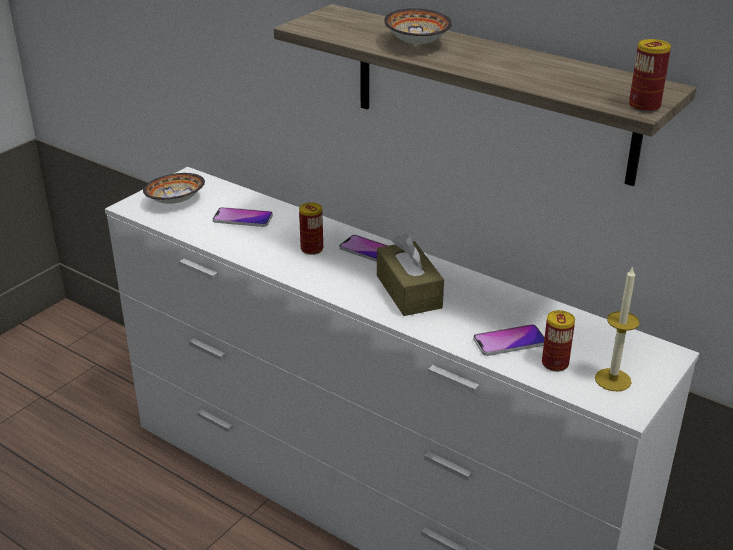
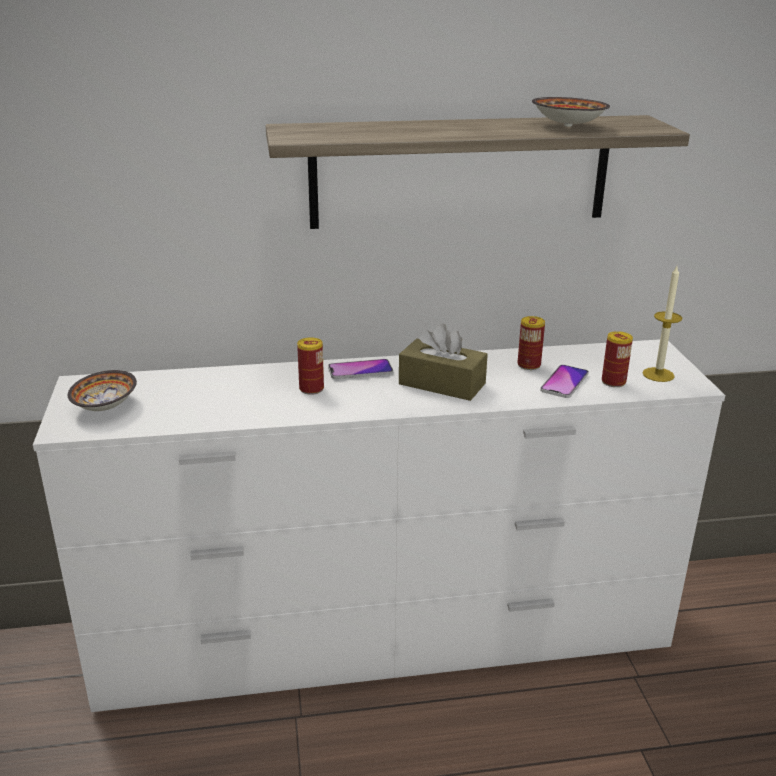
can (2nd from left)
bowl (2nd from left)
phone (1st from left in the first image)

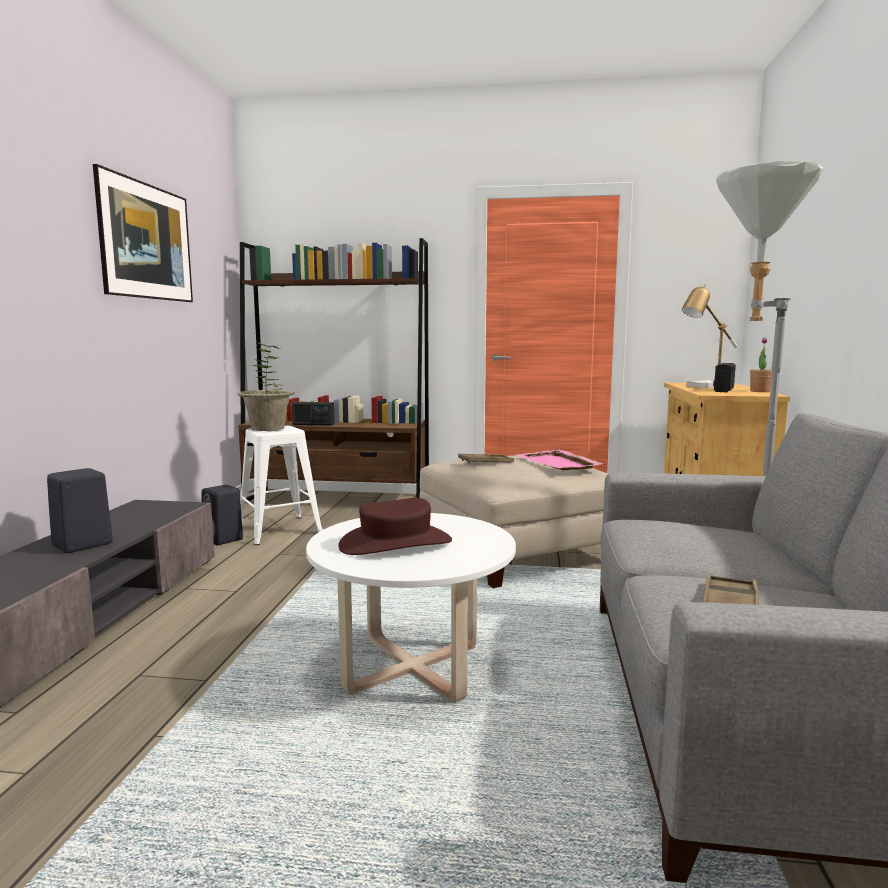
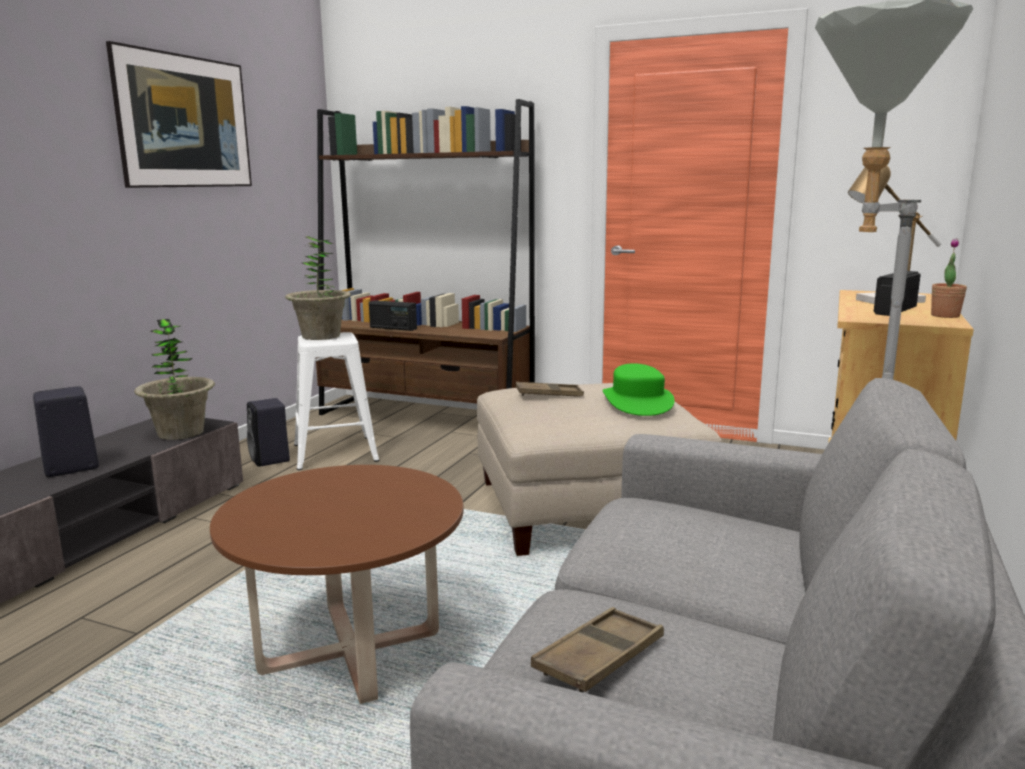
potted plant (1st from left)
brown coffee table
green hat
brown hat

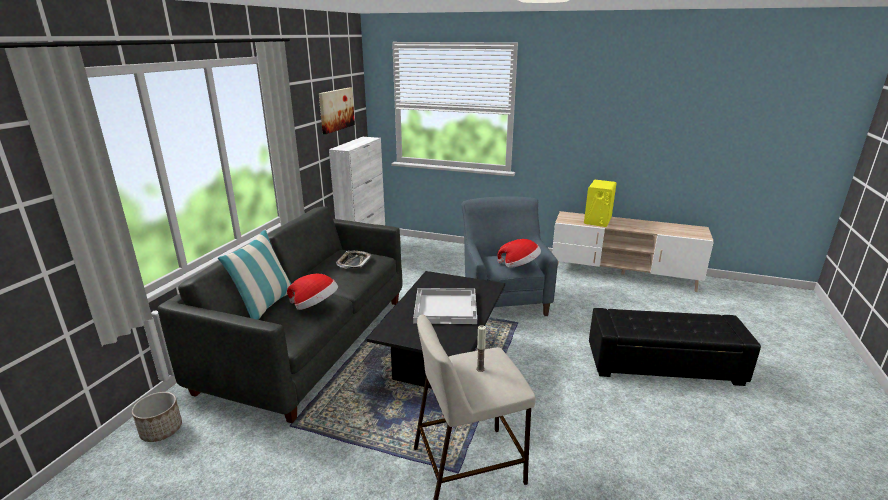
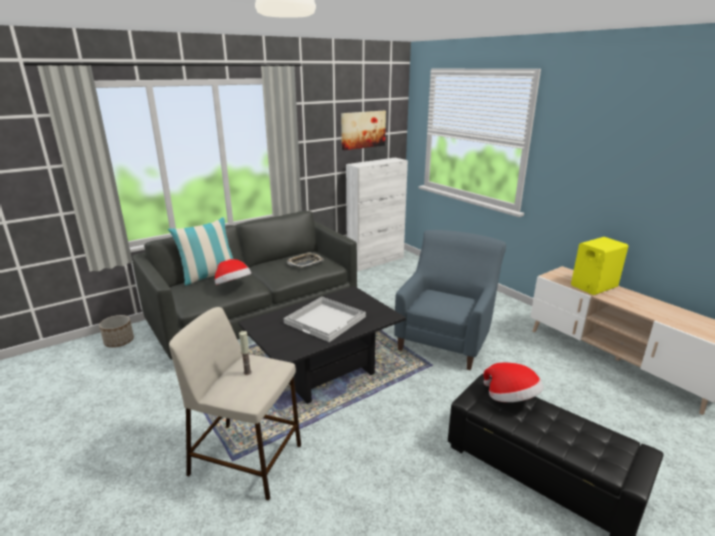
hat (2nd from left)

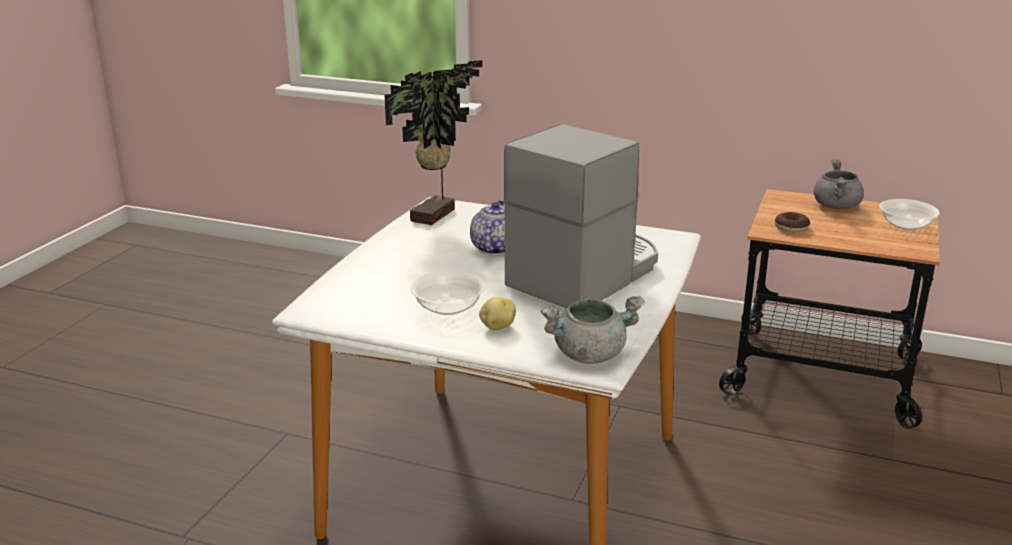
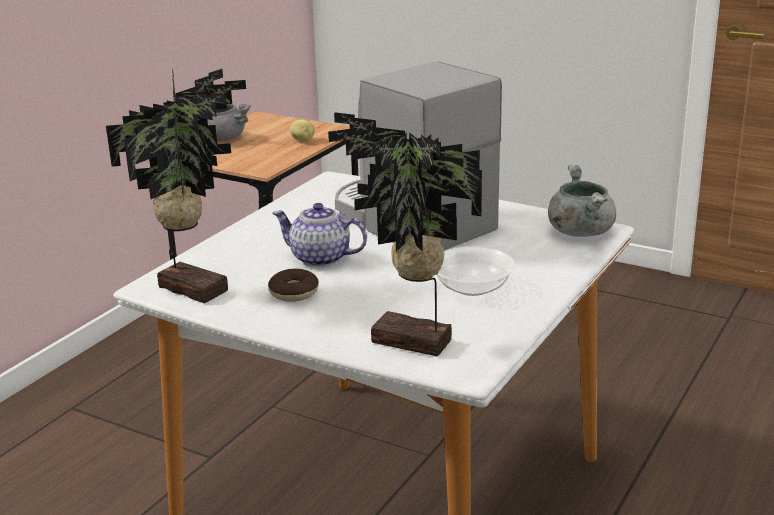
donut
potato
potted plant (2nd from left)
bowl (2nd from left in the first image)

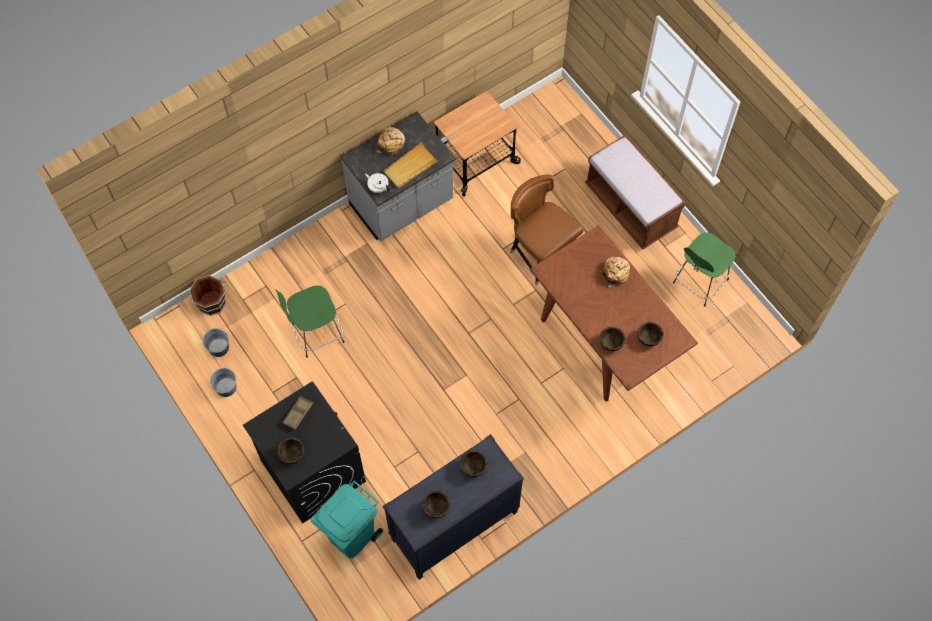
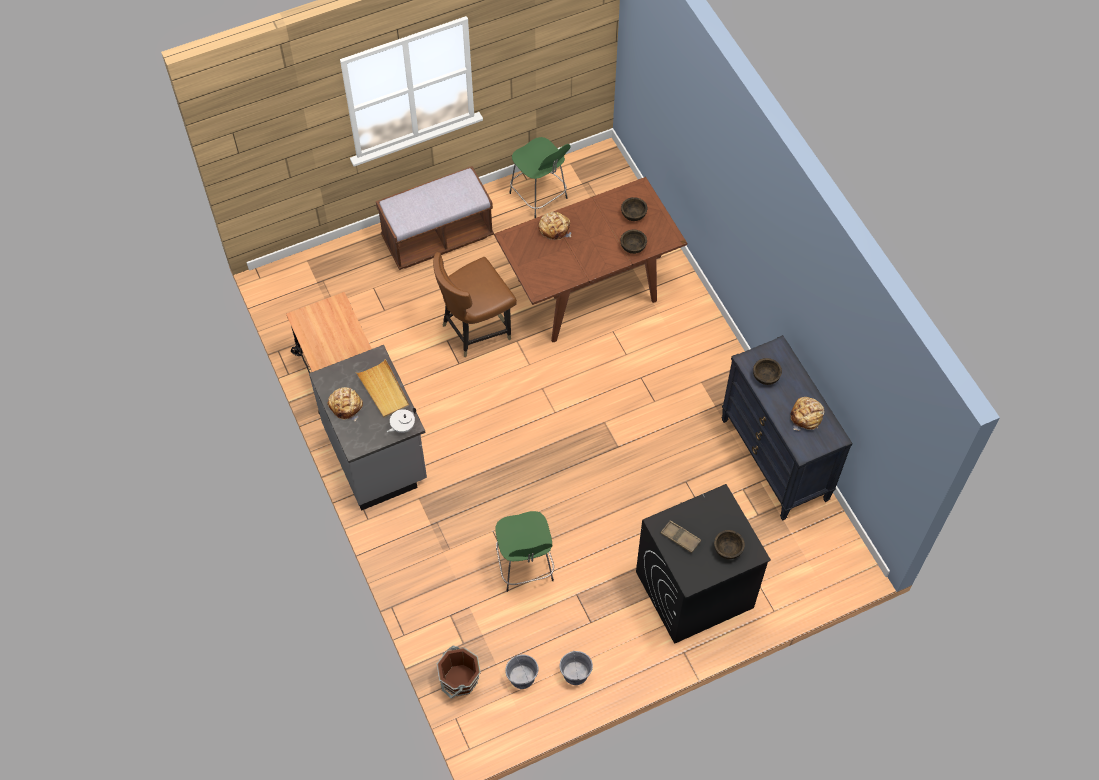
bread (3rd from left)
turquoise trash can

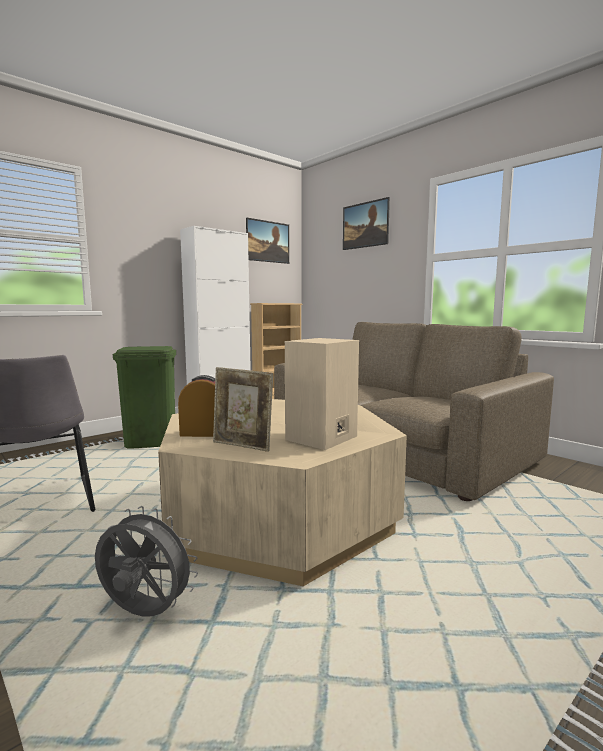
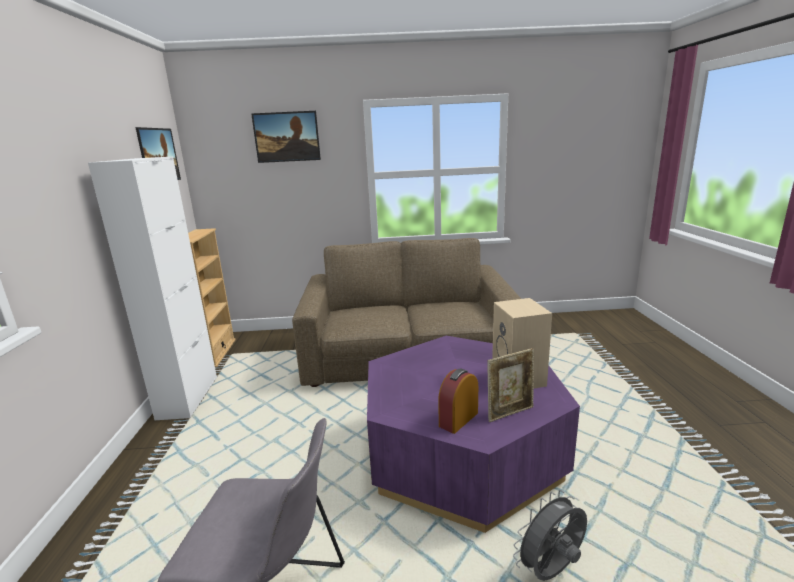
purple coffee table
green trash can

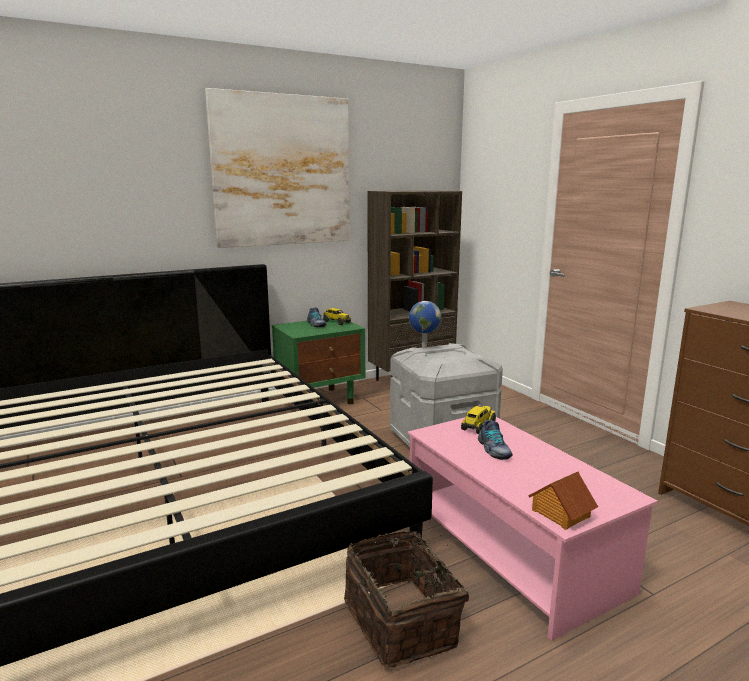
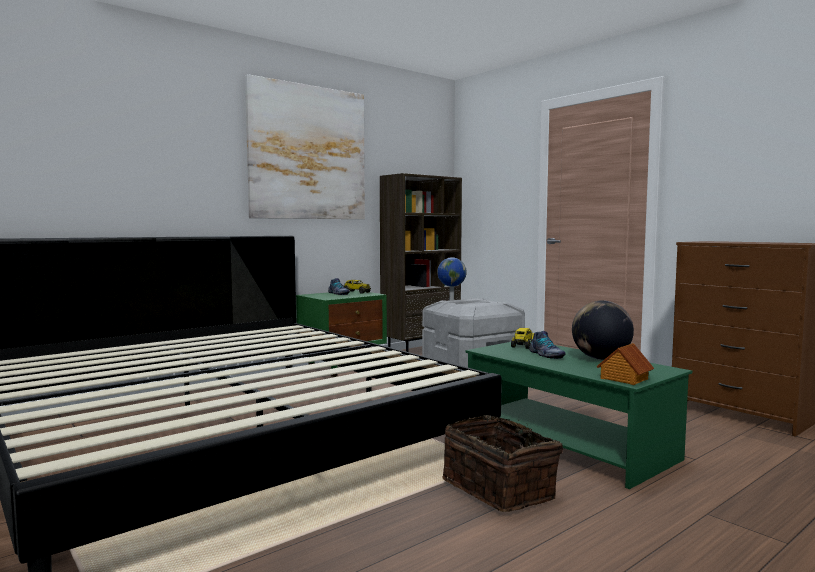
green coffee table
globe (2nd from left)

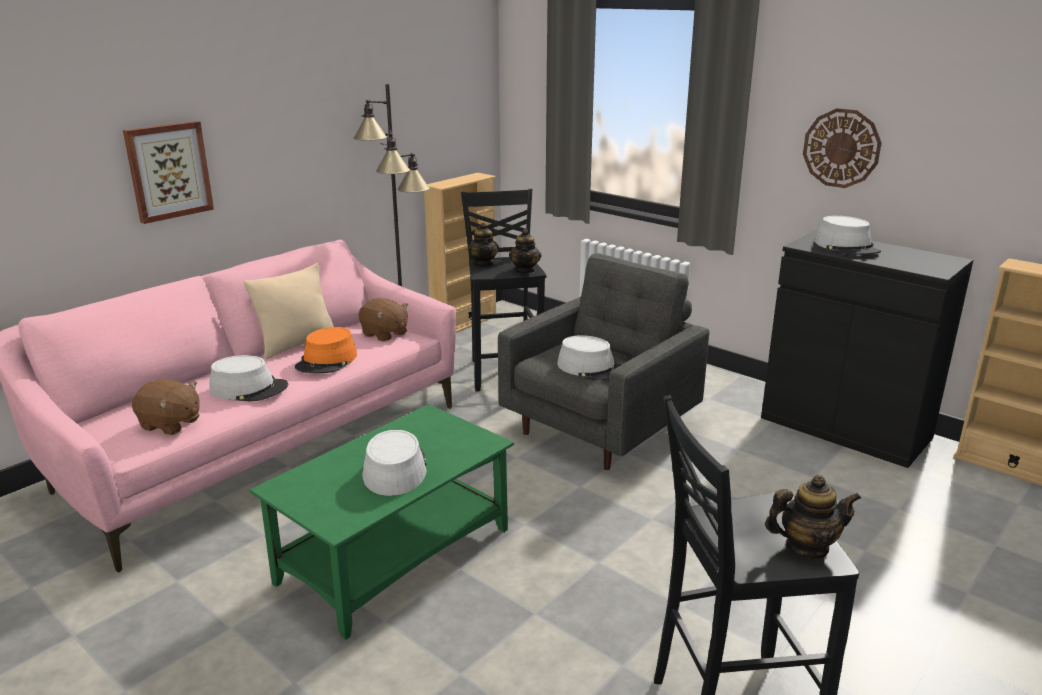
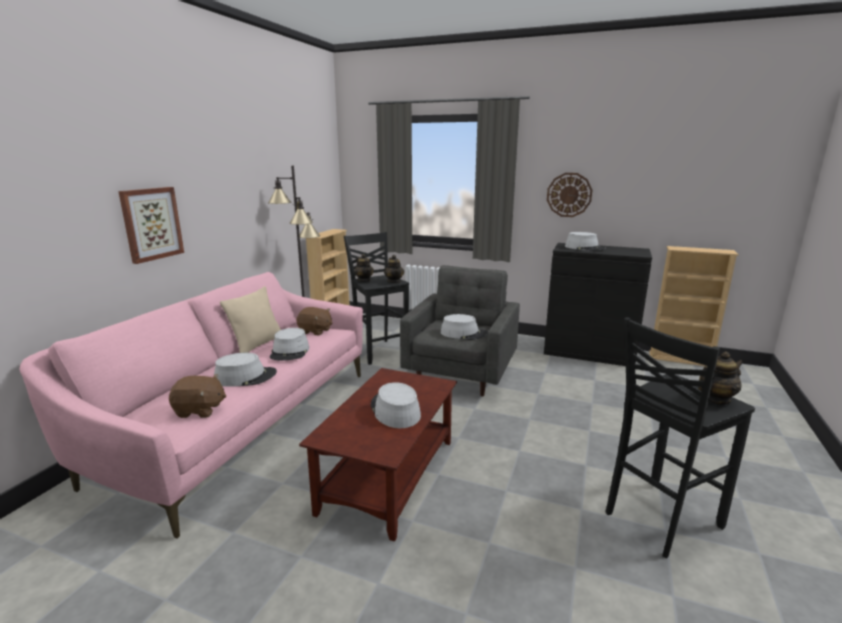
grey hat (2nd from left)
brown coffee table

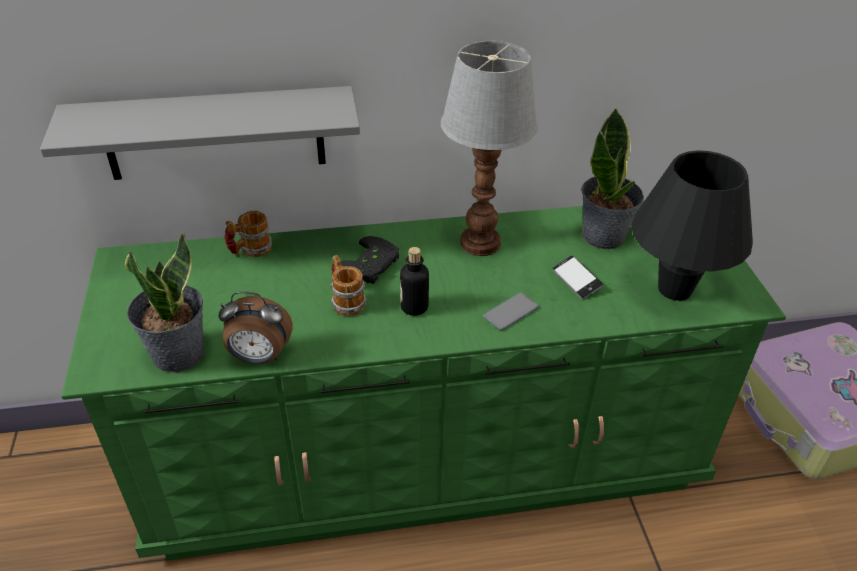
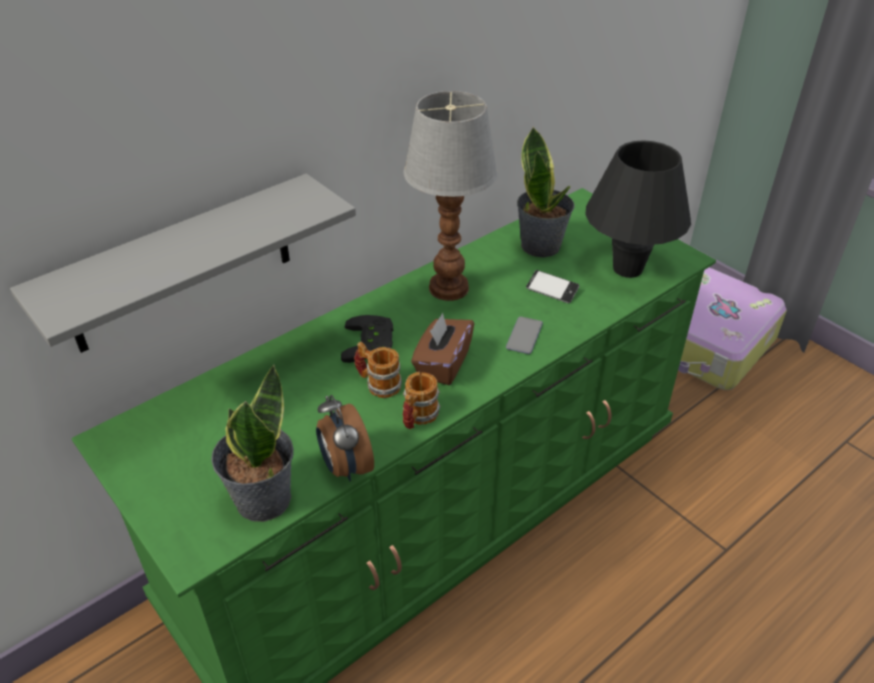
alarm clock
mug (2nd from left)
brown tissue box

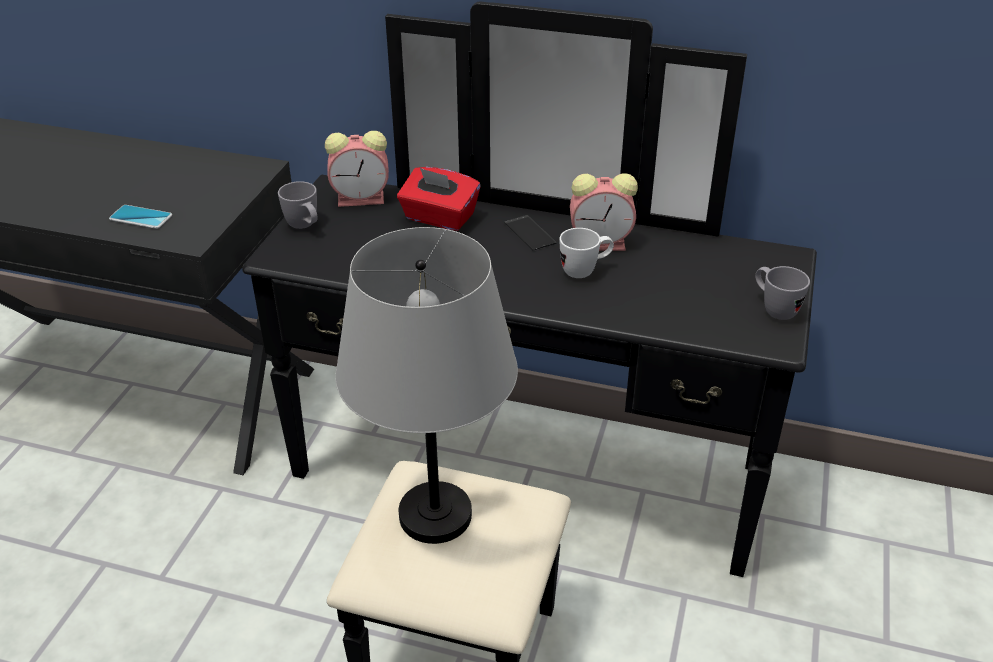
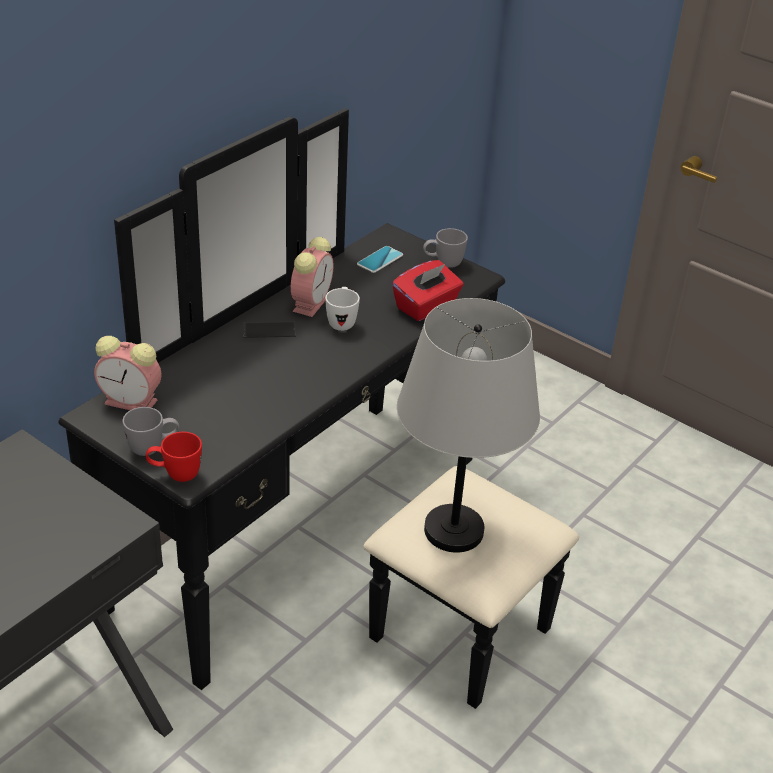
alarm clock (1st from left)
red mug
phone (2nd from left)
red tissue box

